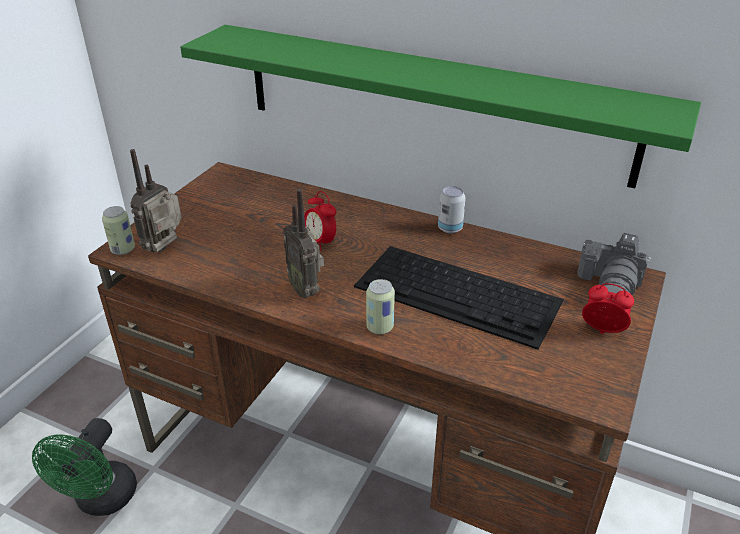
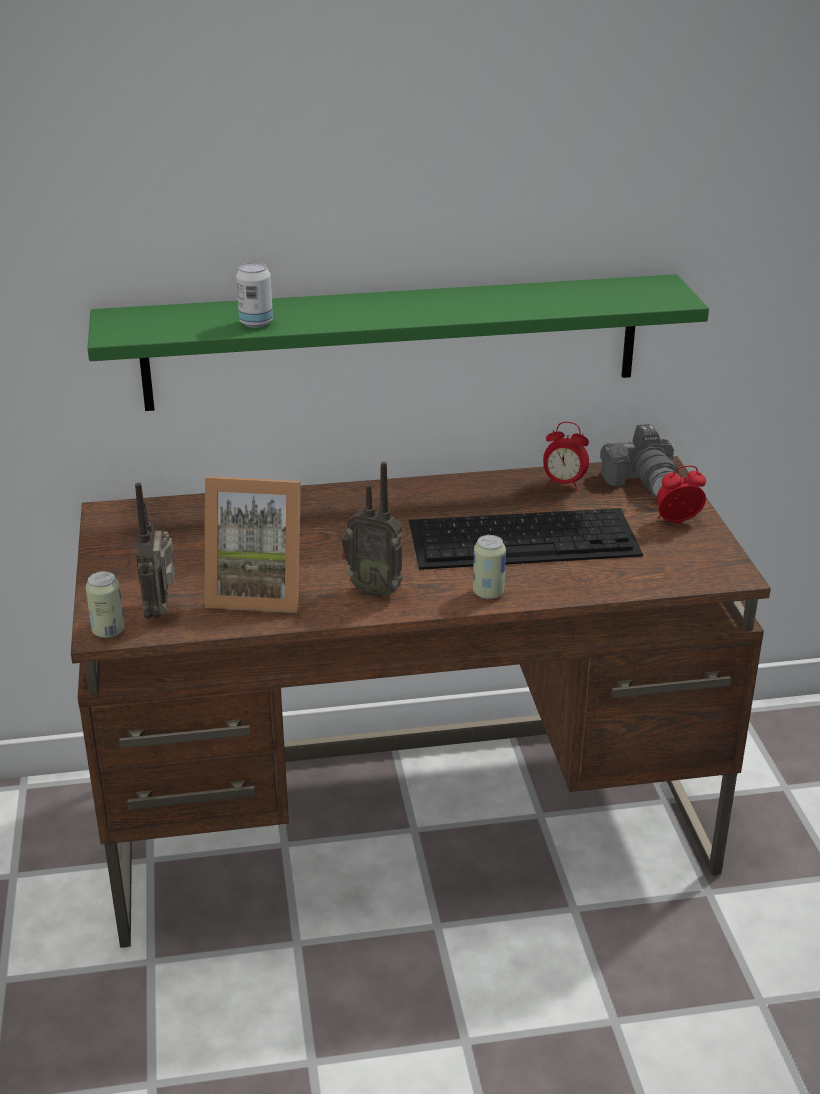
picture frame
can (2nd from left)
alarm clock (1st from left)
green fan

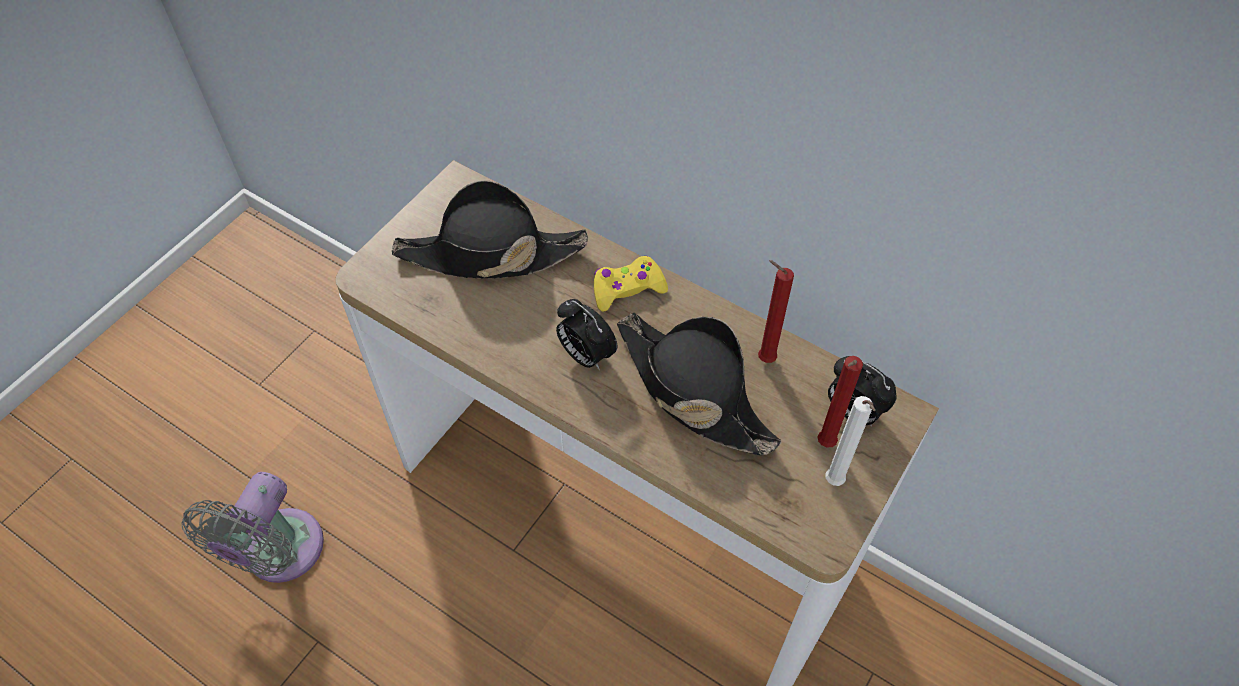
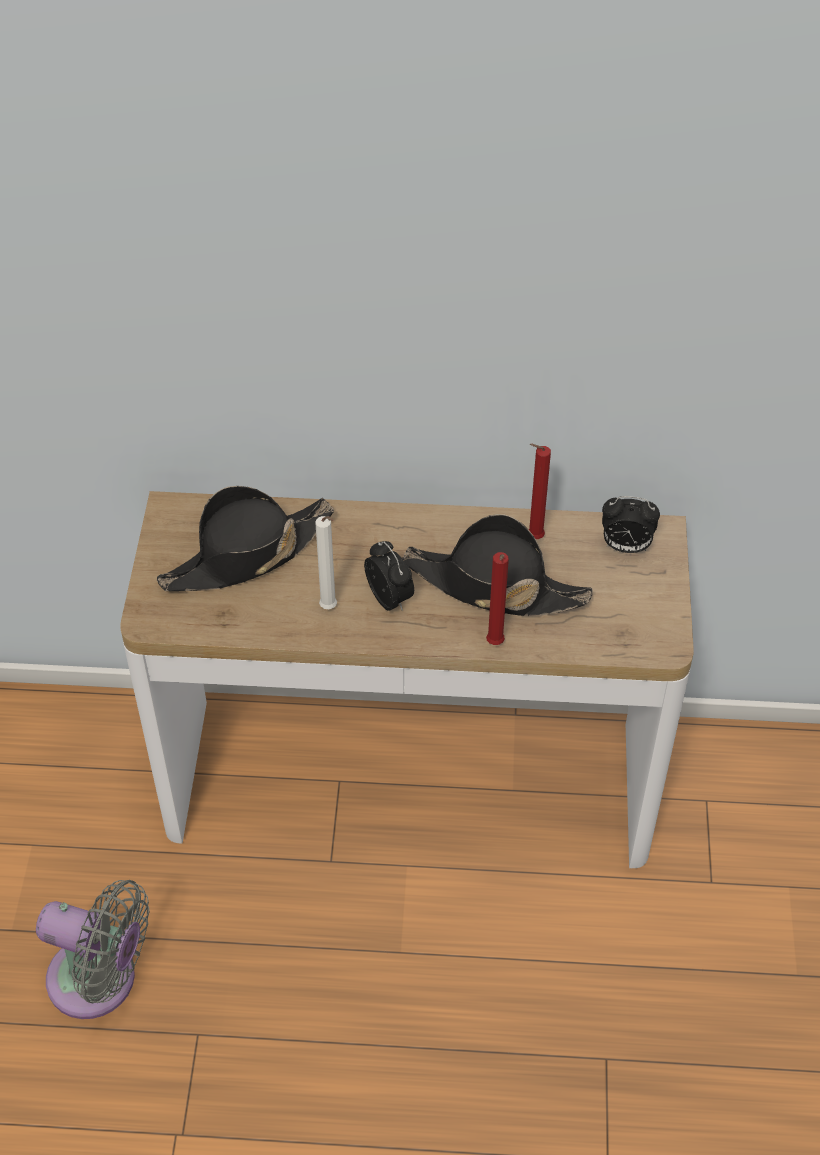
grey fan
white candle
alarm clock (1st from left)
red candle (1st from left)
yellow game controller

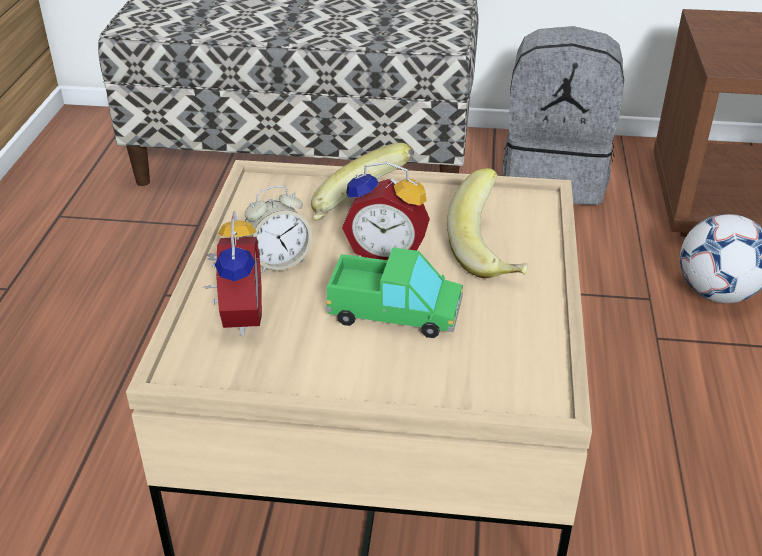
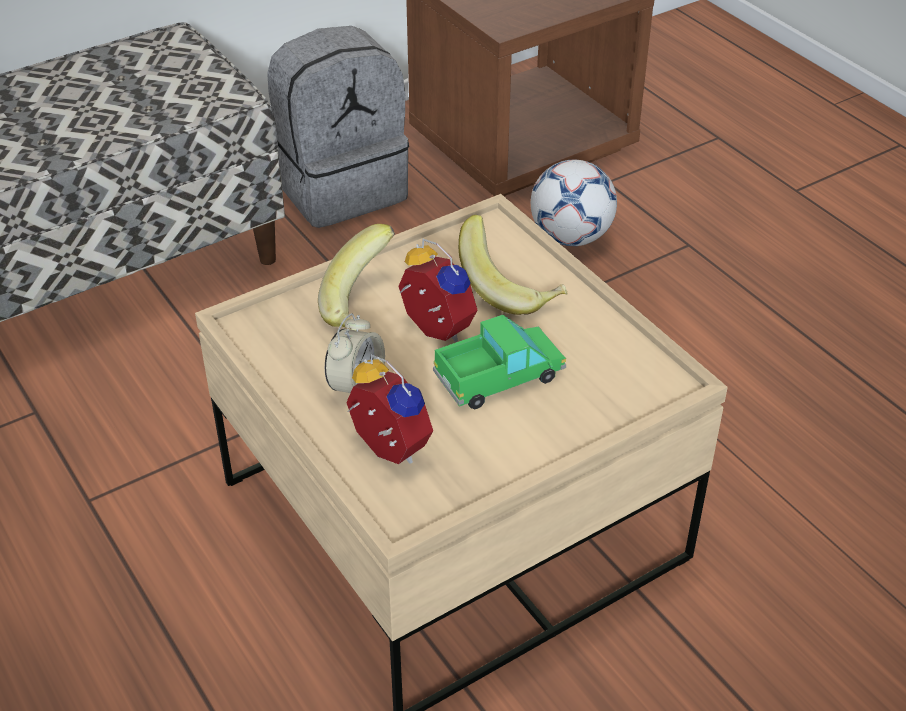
alarm clock (3rd from left)

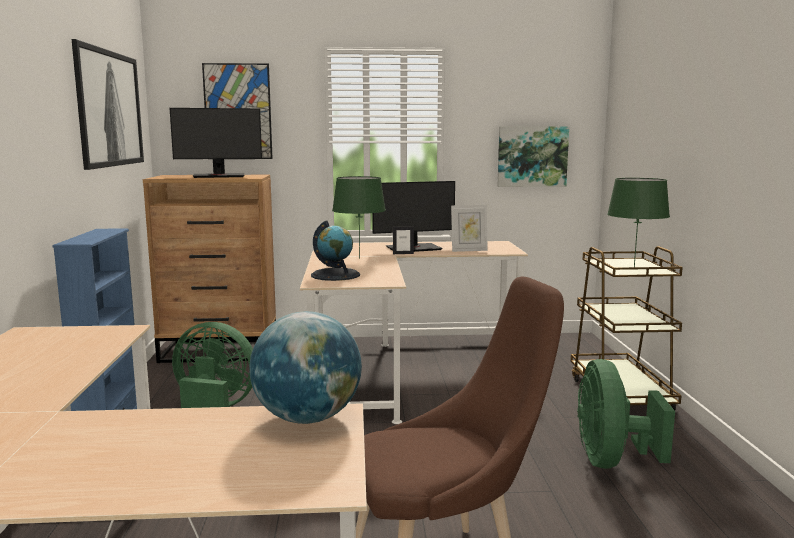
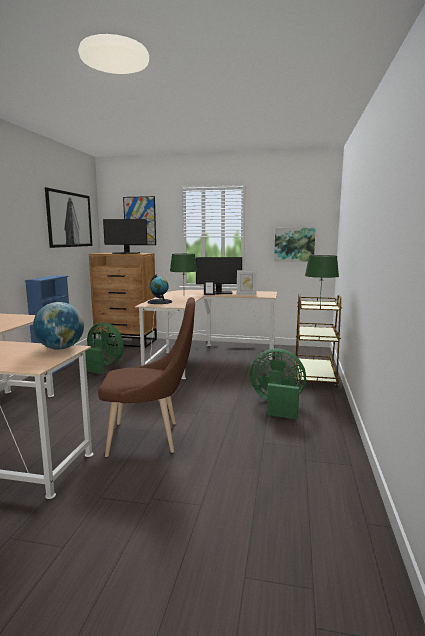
green fan (2nd from left)

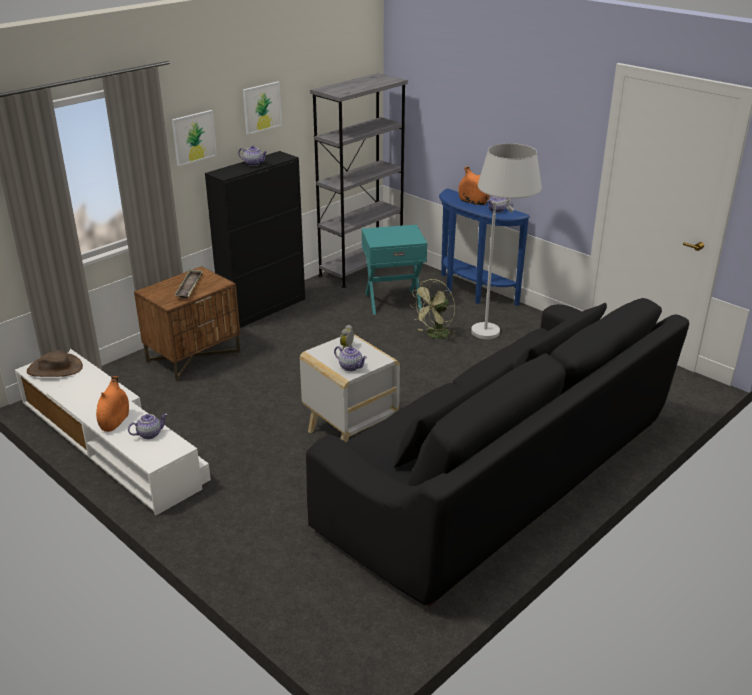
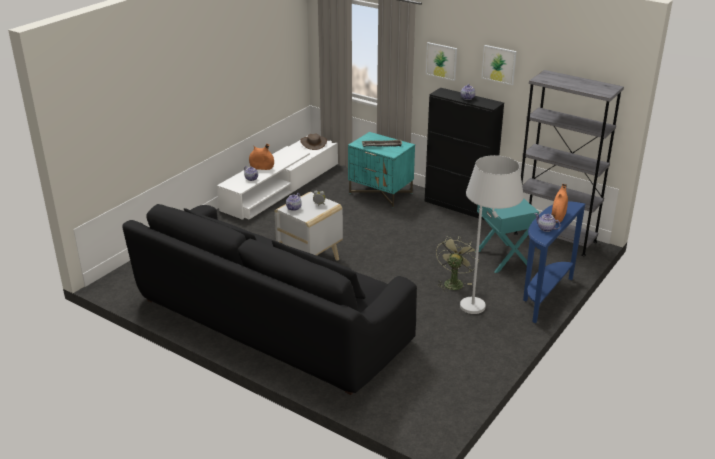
turquoise nightstand
green fan

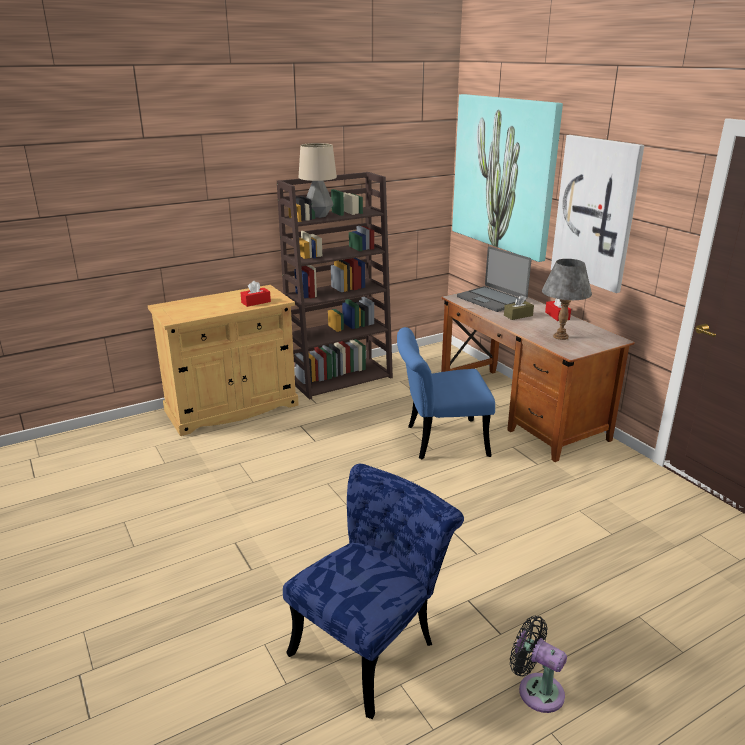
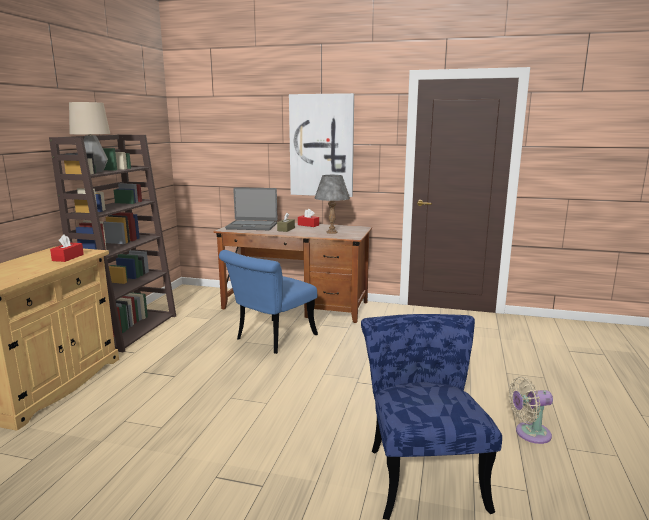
beige fan
picture (1st from left in the first image)

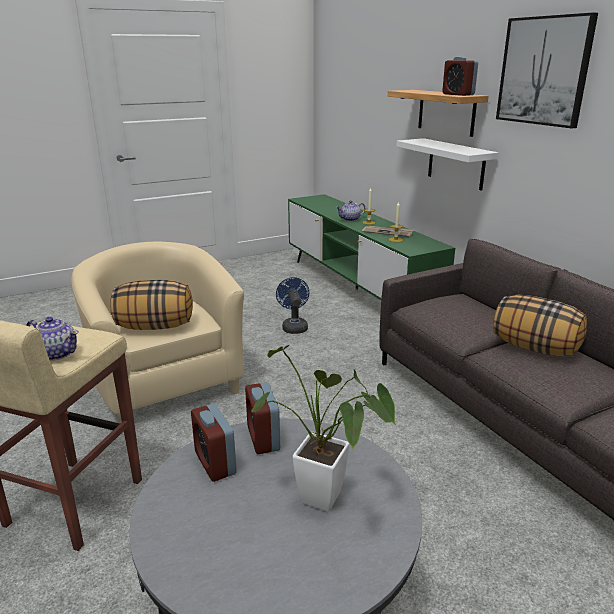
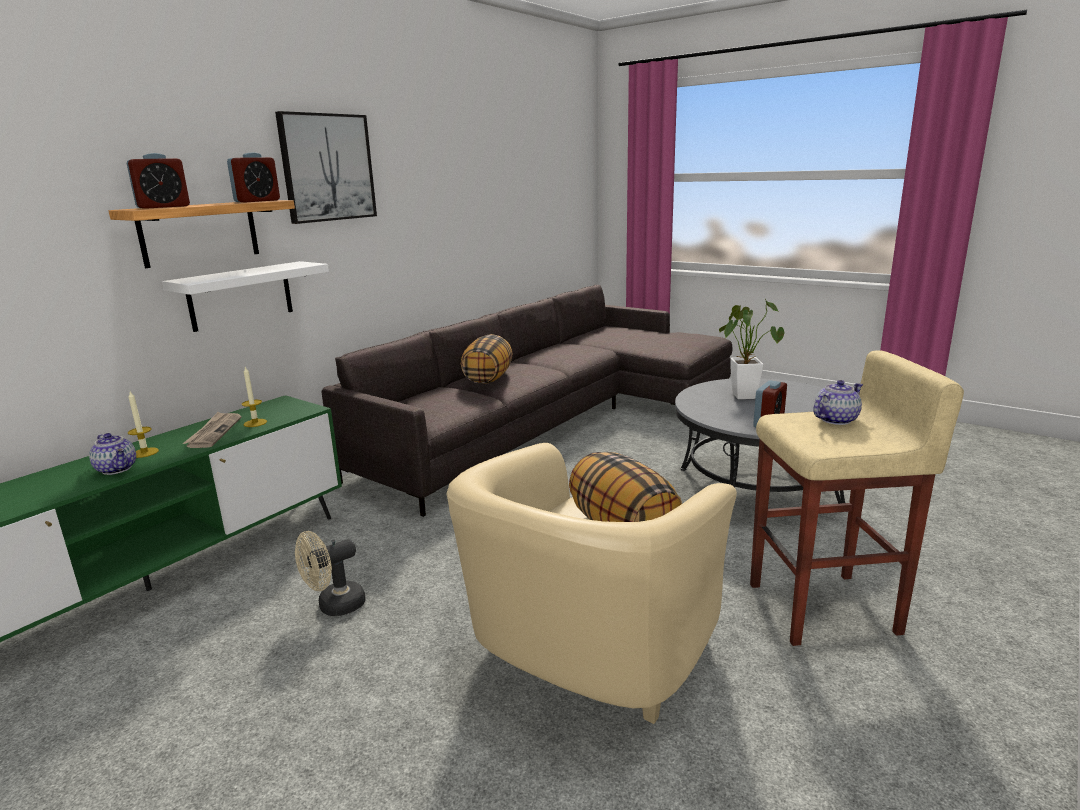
alarm clock (1st from left)
beige fan
teapot (2nd from left)

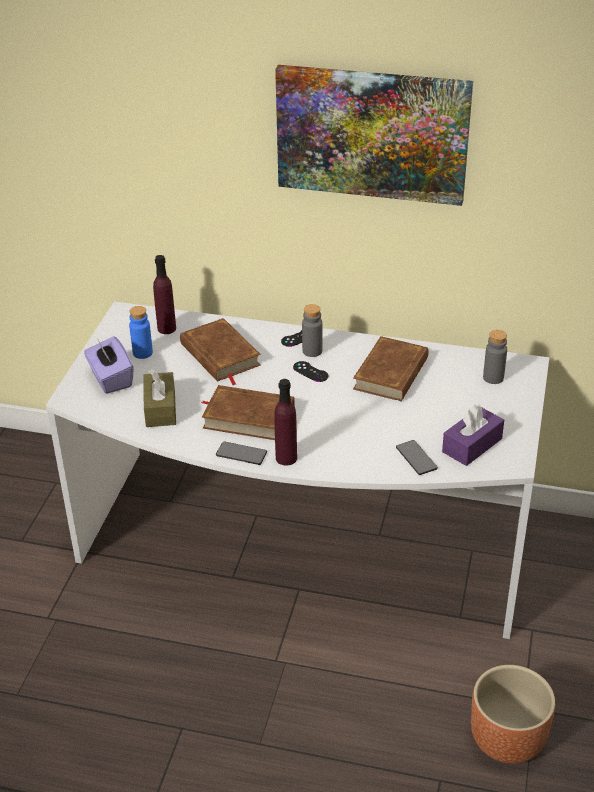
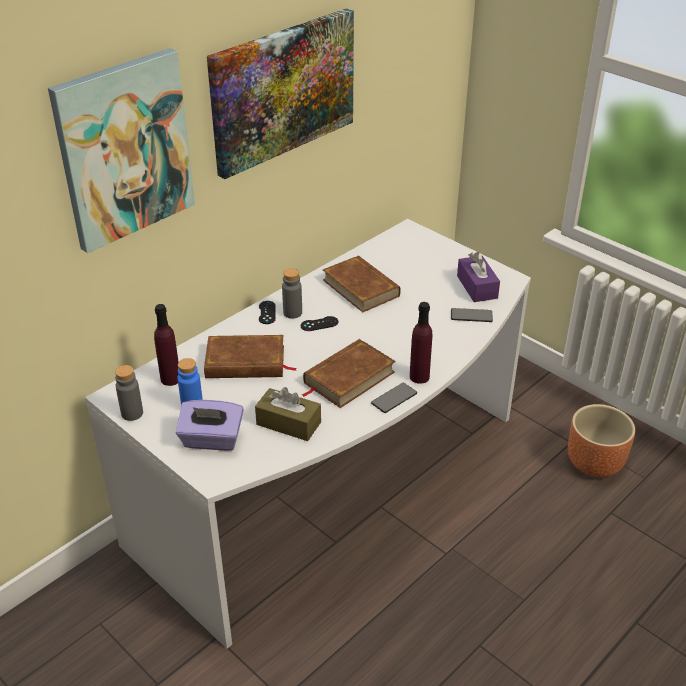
picture (1st from left)
grey bottle (1st from left)

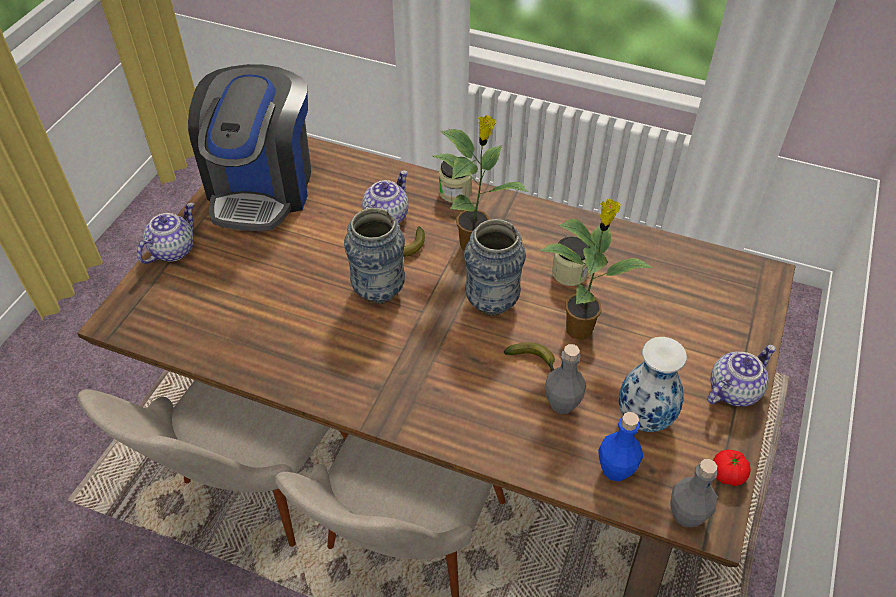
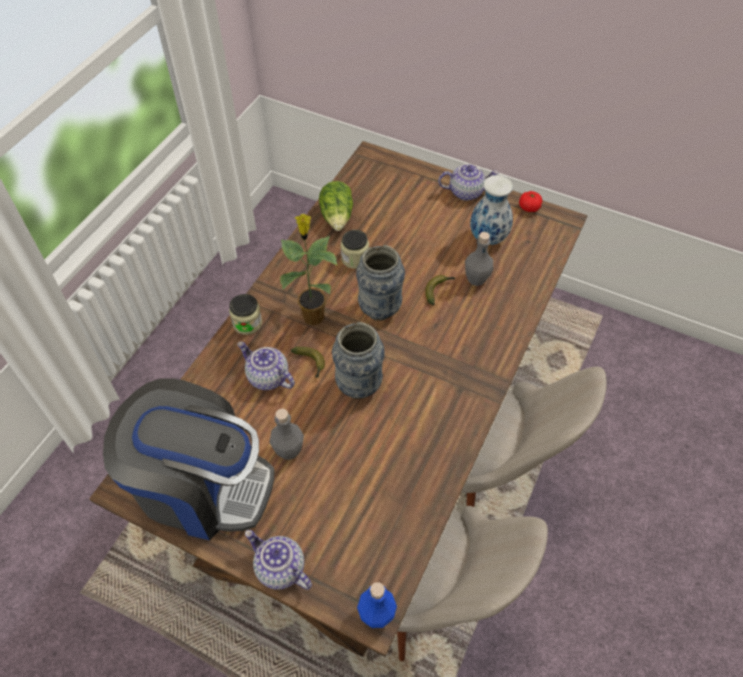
grey bottle (1st from left)
lettuce
blue bottle
teapot (3rd from left)
potted plant (2nd from left in the first image)

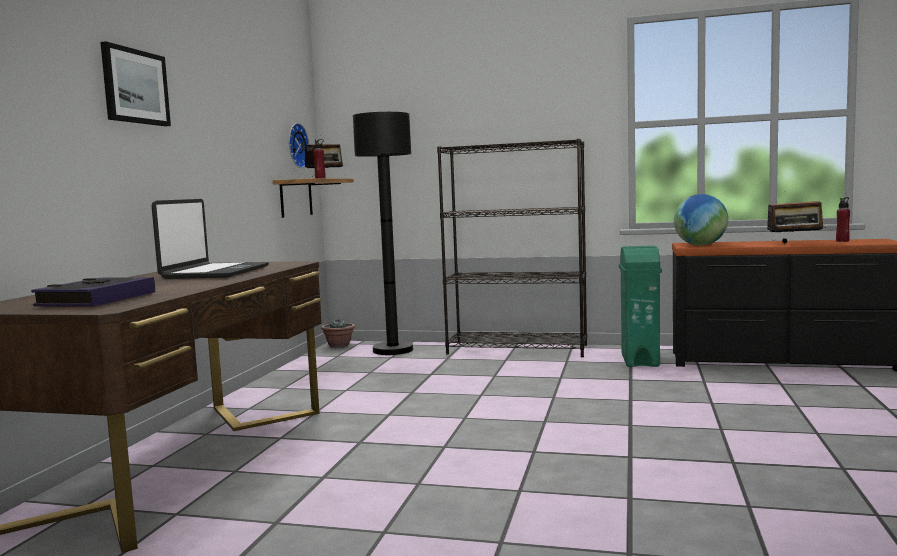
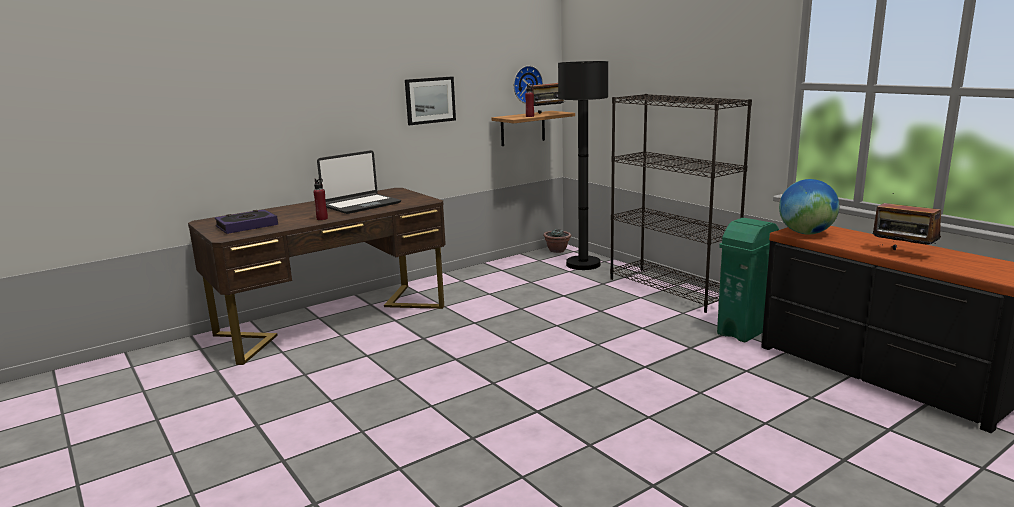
red bottle (1st from left)
picture

